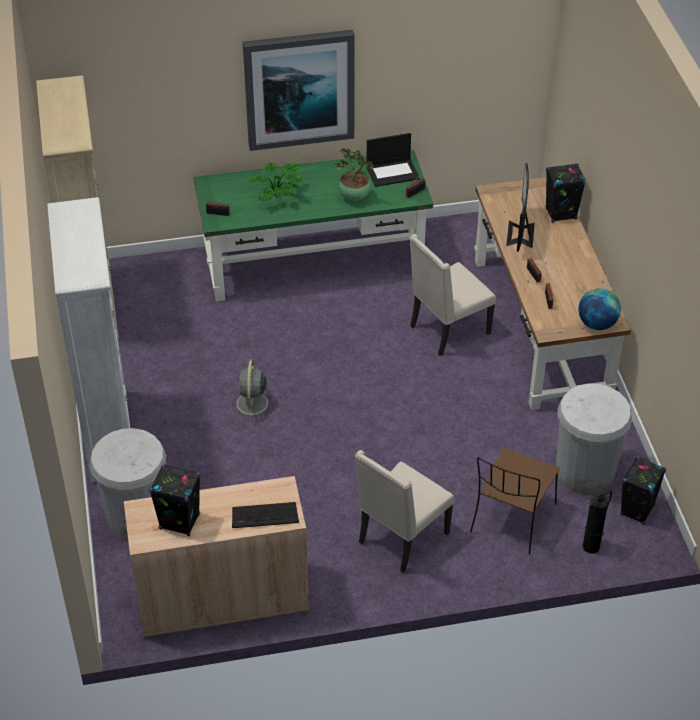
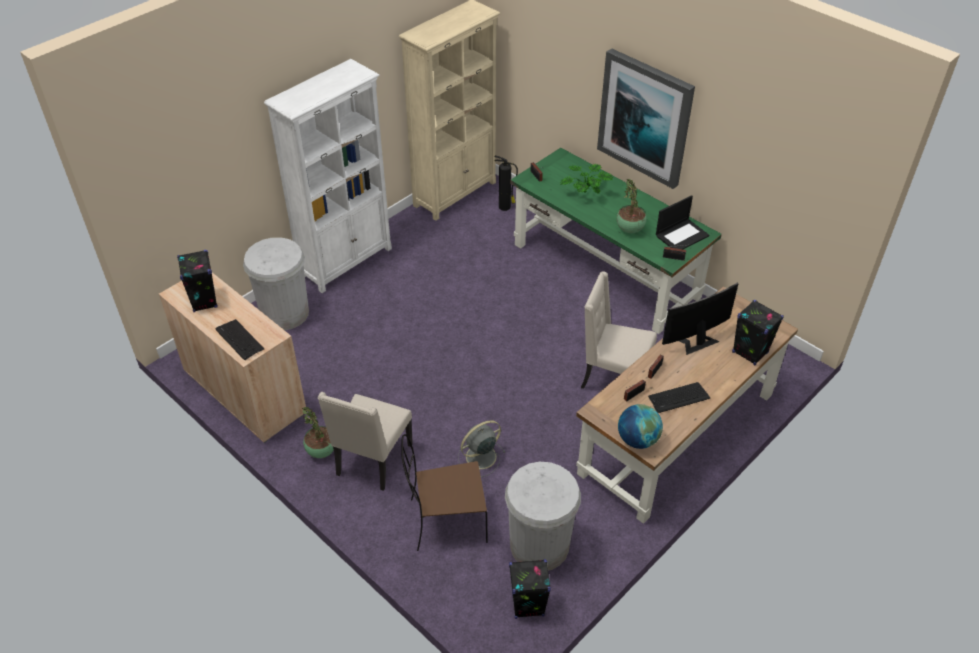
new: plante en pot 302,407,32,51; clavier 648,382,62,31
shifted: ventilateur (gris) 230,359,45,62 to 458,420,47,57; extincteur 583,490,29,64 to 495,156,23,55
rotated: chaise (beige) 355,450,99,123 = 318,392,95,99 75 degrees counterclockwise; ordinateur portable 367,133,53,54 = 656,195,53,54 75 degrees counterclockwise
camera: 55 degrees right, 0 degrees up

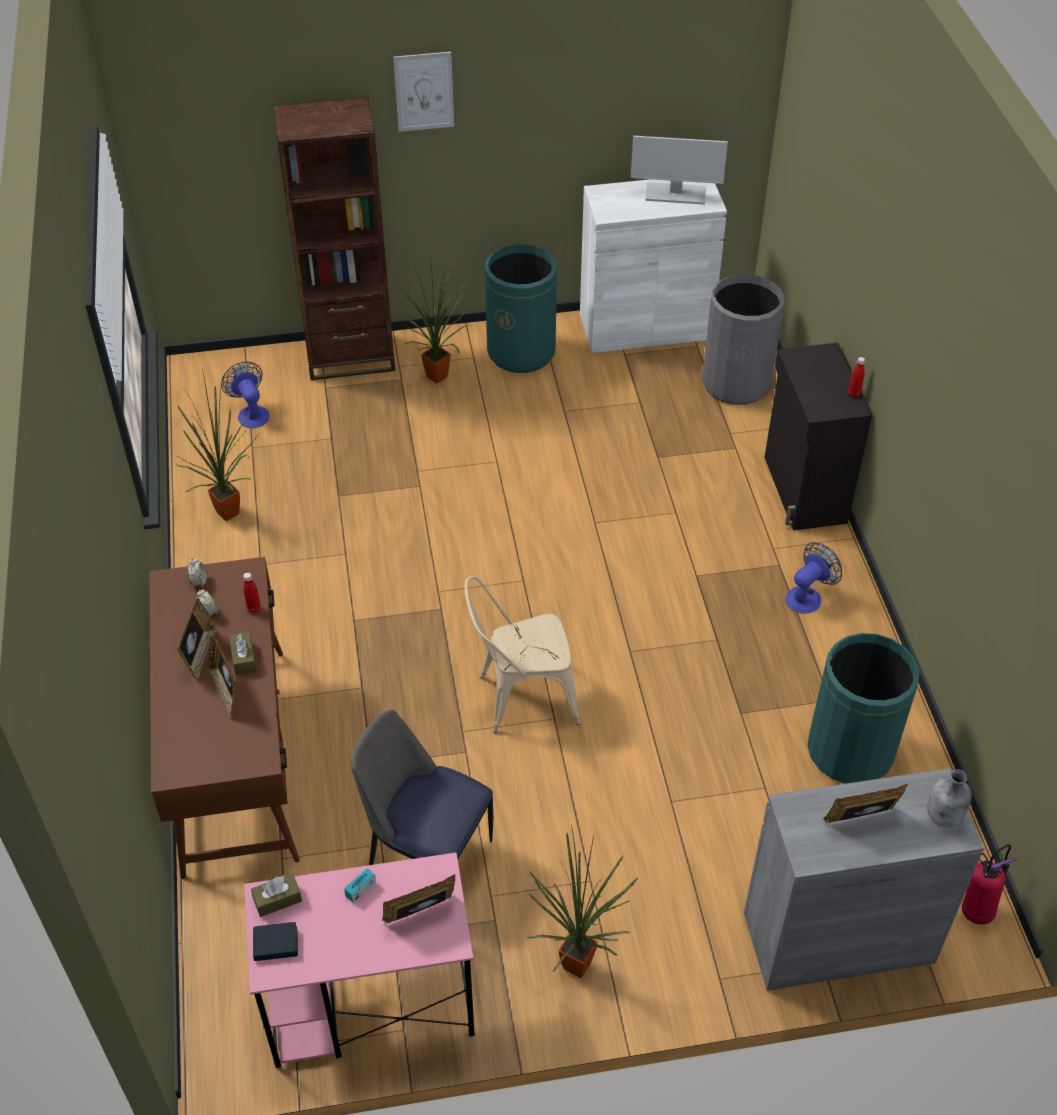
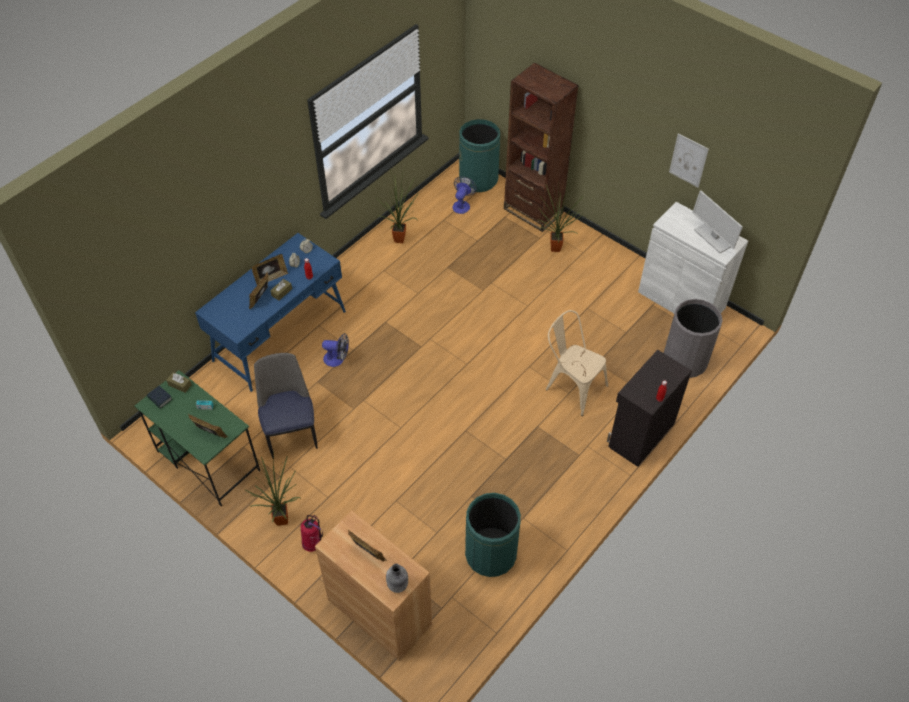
shifted: tableau 393,52,61,80 to 669,133,40,54; chaise (beige) 465,576,116,158 to 546,310,62,106; poubelle (vert) 485,244,72,129 to 459,119,41,73; ventilateur 786,542,56,72 to 322,333,27,34; extincteur 962,844,56,81 to 301,515,22,37
repainted: bureau (marron) 150,557,150,322 to bureau (bleu) 195,233,151,159; bureau (rose) 244,852,231,216 to bureau (vert) 134,370,126,136; meuble de rangement (gris) 744,768,240,223 to meuble de rangement (marron) 315,510,117,151
camera: 50 degrees right, 5 degrees up

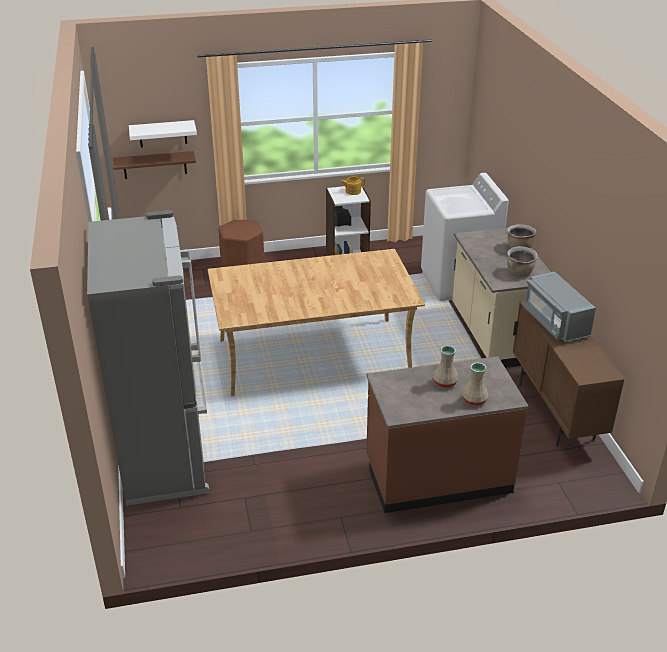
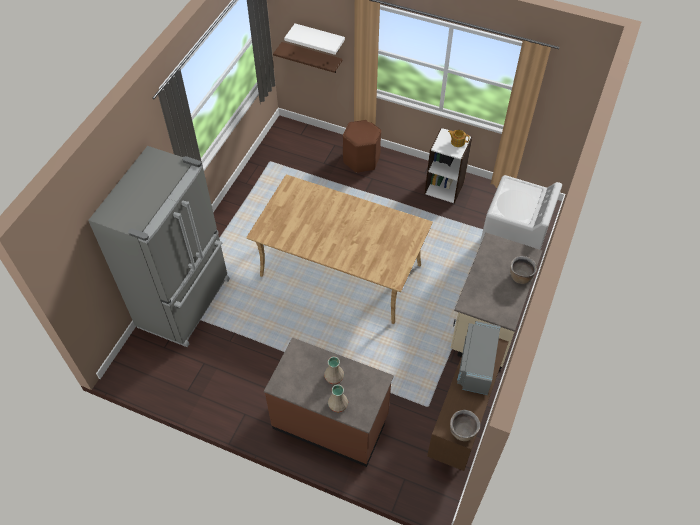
shifted: marmite (marron) 507,246,31,30 to 450,410,30,31
camera: 35 degrees right, 20 degrees up

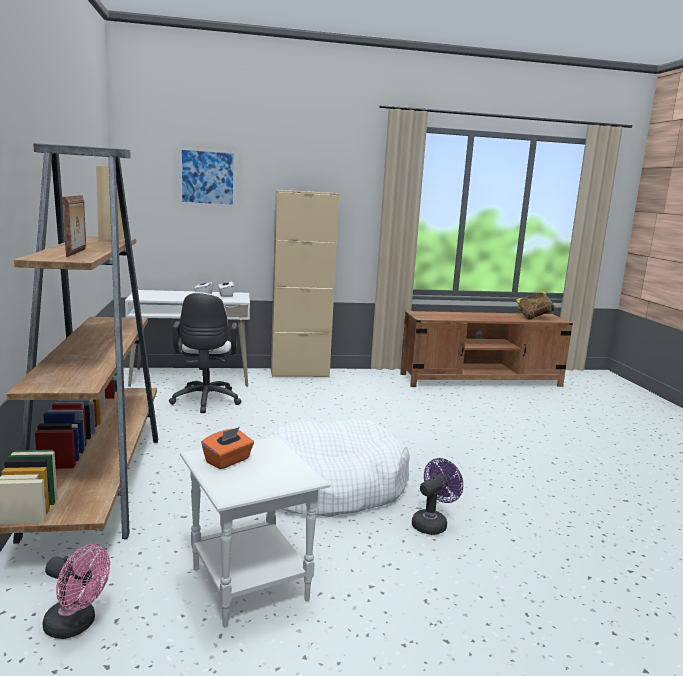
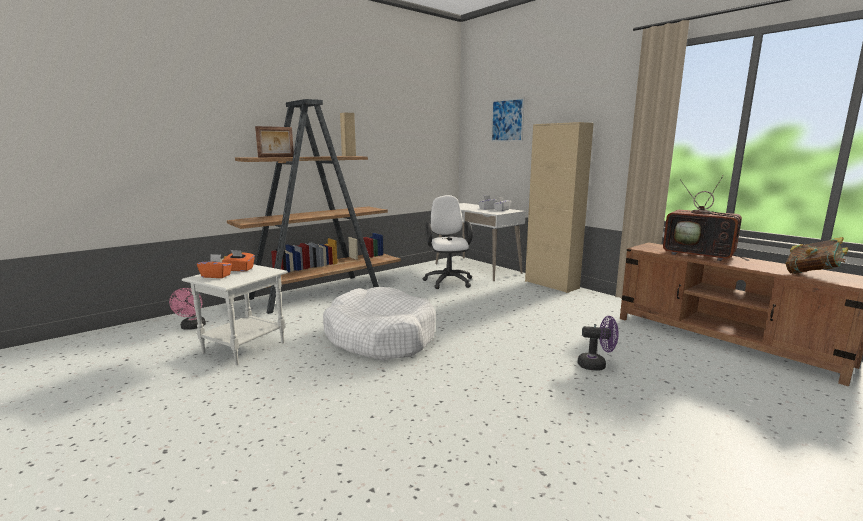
new: boîte à mouchoirs (orange) 197,254,35,24; téléviseur 663,175,86,86
shifted: ventilateur (violet) 412,458,51,77 to 578,316,40,55
rotated: chaise de bureau (blanc) 169,292,73,121 = 423,195,50,94 120 degrees clockwise
camera: 60 degrees right, 0 degrees up

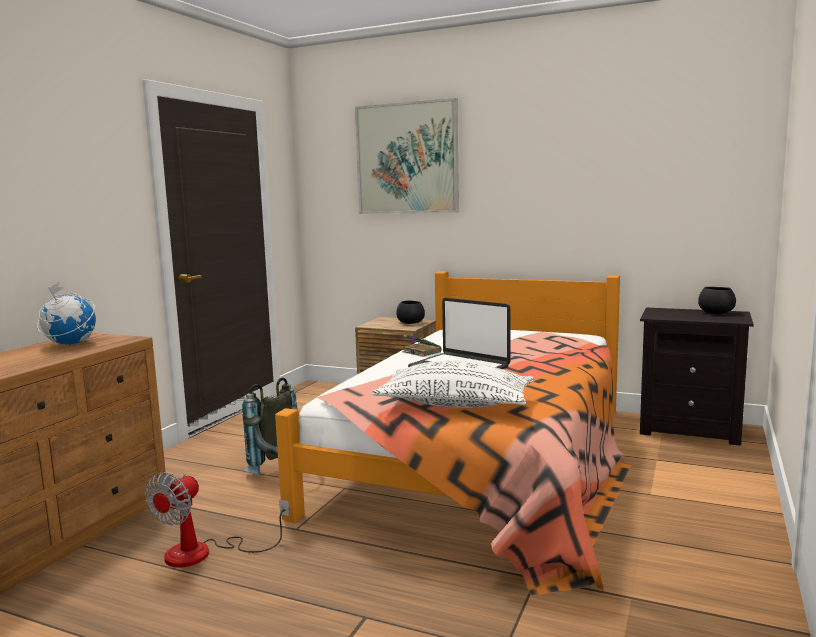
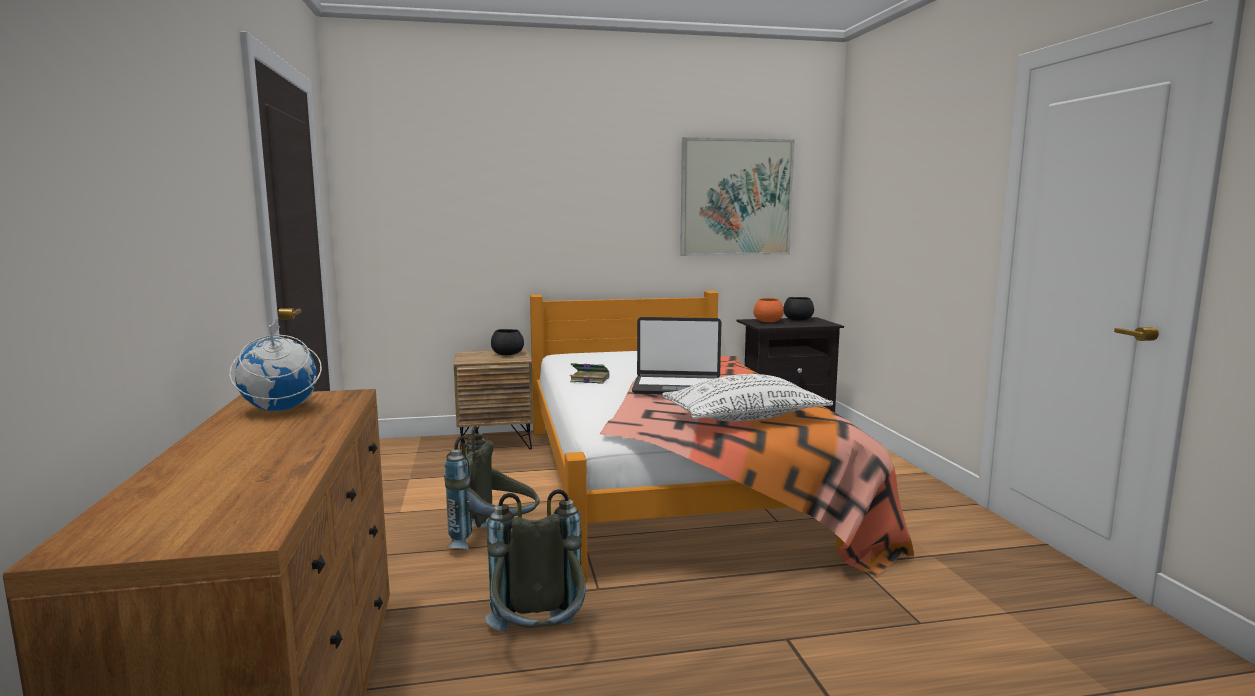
new: bol (orange) 754,298,30,24
shifted: tableau 355,98,104,116 to 680,137,114,119
swapped: ventilateur 145,472,145,95 to sac à dos (gris) 485,489,101,142
camera: 35 degrees left, 0 degrees up

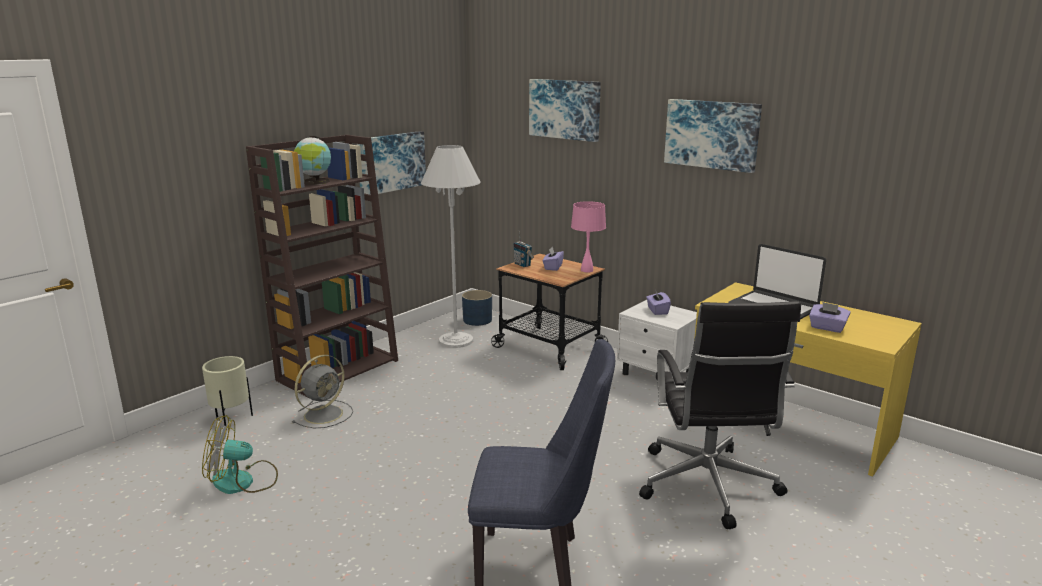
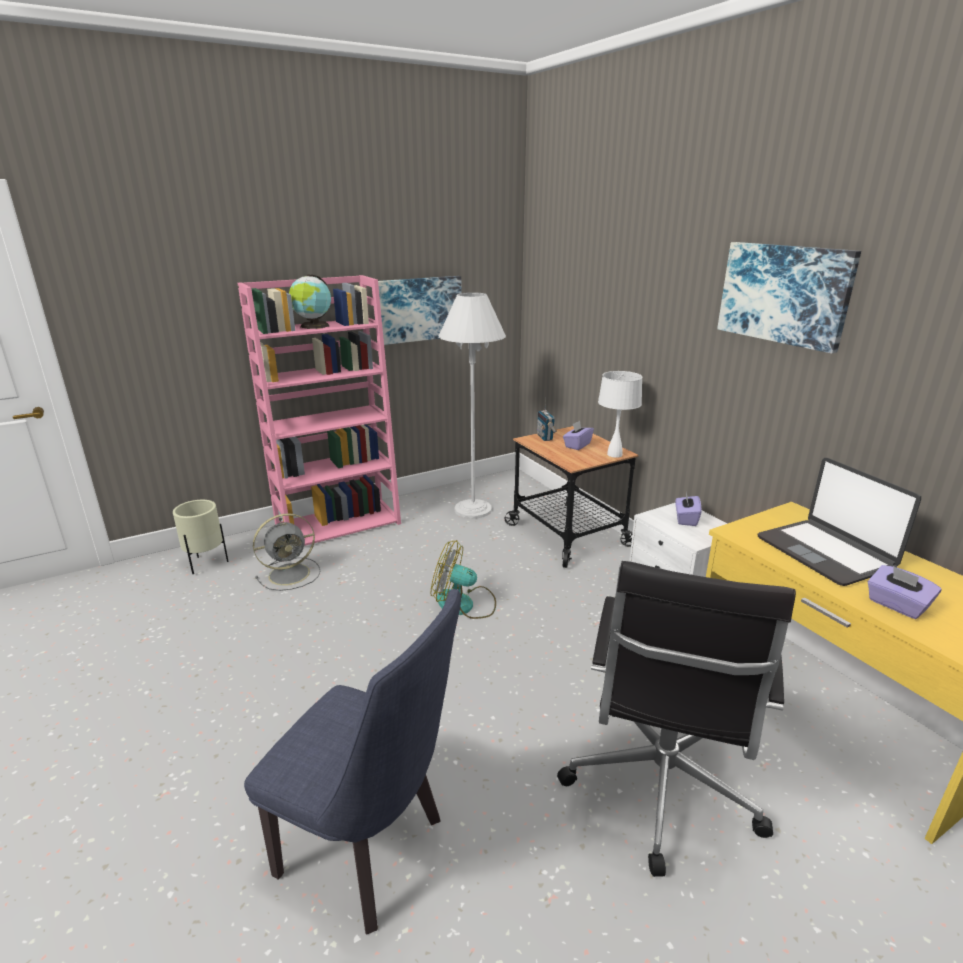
gone: cache-pot (bleu) 462,290,30,36; tableau 529,79,72,63
shifted: ventilateur 202,415,76,79 to 430,540,66,79
repainted: bibliothèque (marron) 246,135,152,262 to bibliothèque (rose) 238,275,163,271; lampe de table (rose) 571,201,35,72 to lampe de table (blanc) 598,371,44,87
camera: 20 degrees right, 5 degrees up

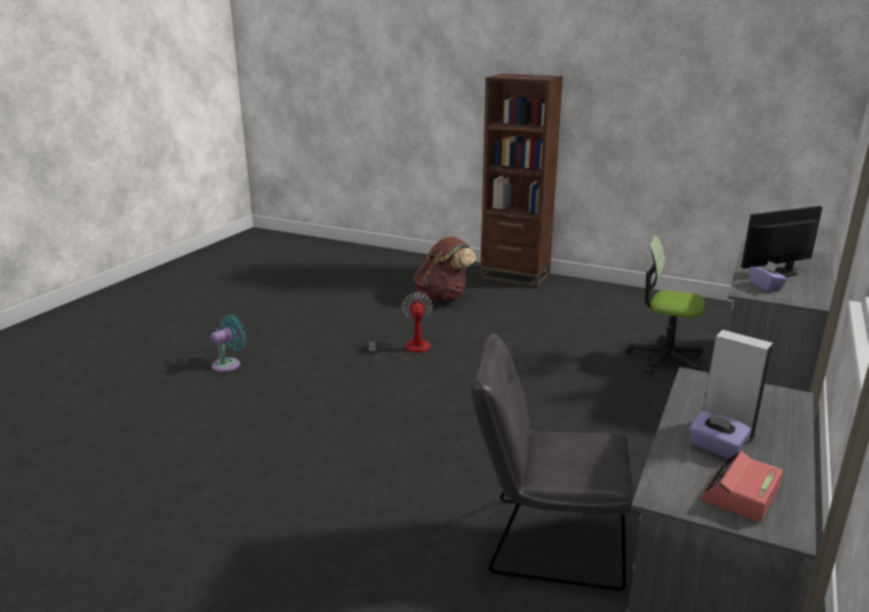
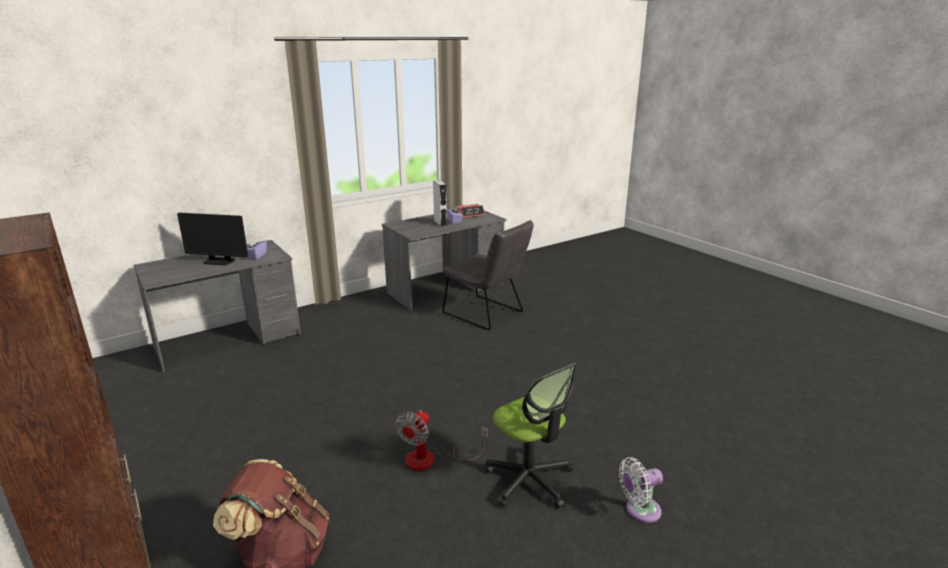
shifted: chaise de bureau 625,235,80,139 to 485,363,92,145
repainted: ventilateur (turquoise) 211,315,35,57 to ventilateur (blanc) 619,457,44,66
camera: 150 degrees left, 0 degrees up

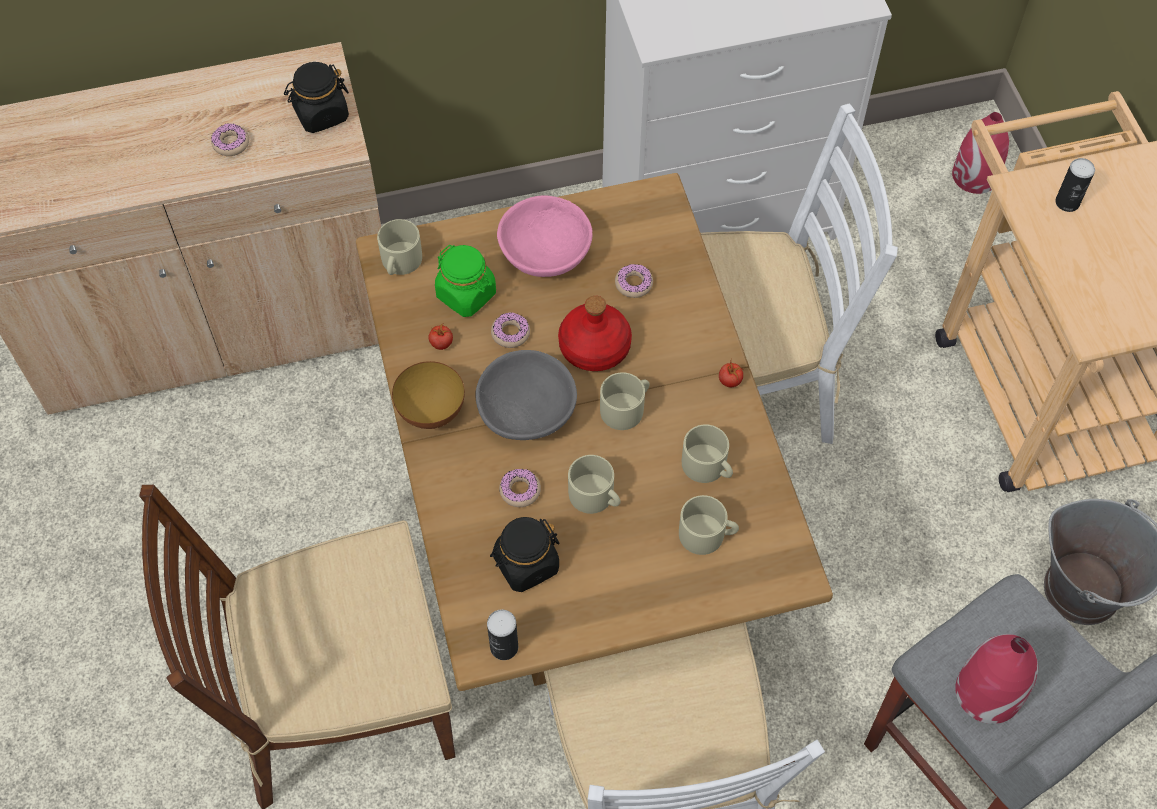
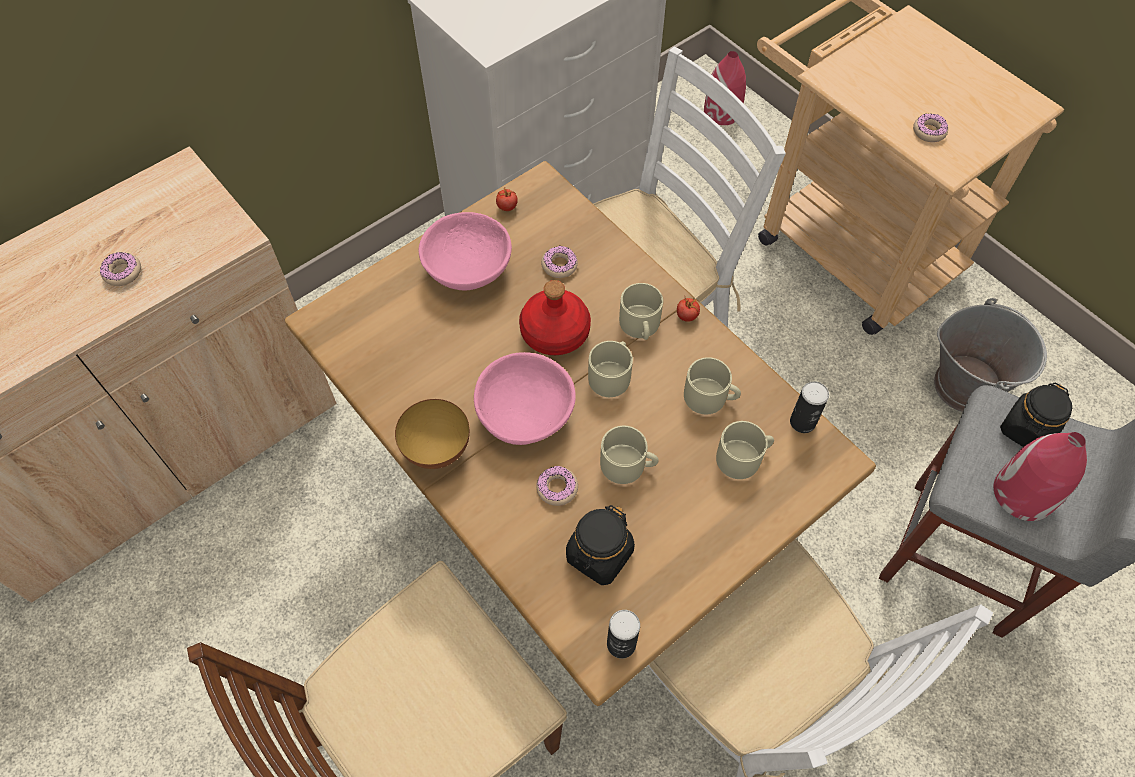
gone: bocal (vert) 435,245,61,72
shifted: bocal (noir) 284,62,65,71 to 1000,383,72,64; mug (beige) 377,219,45,56 to 619,283,44,57; tomate 428,323,25,27 to 496,187,22,24; beignet 491,312,39,36 to 913,113,35,29; boîte métallique 1055,158,40,54 to 790,381,39,52
repainted: bol (gris) 475,350,102,90 to bol (rose) 474,352,102,93
camera: 25 degrees left, 0 degrees up

